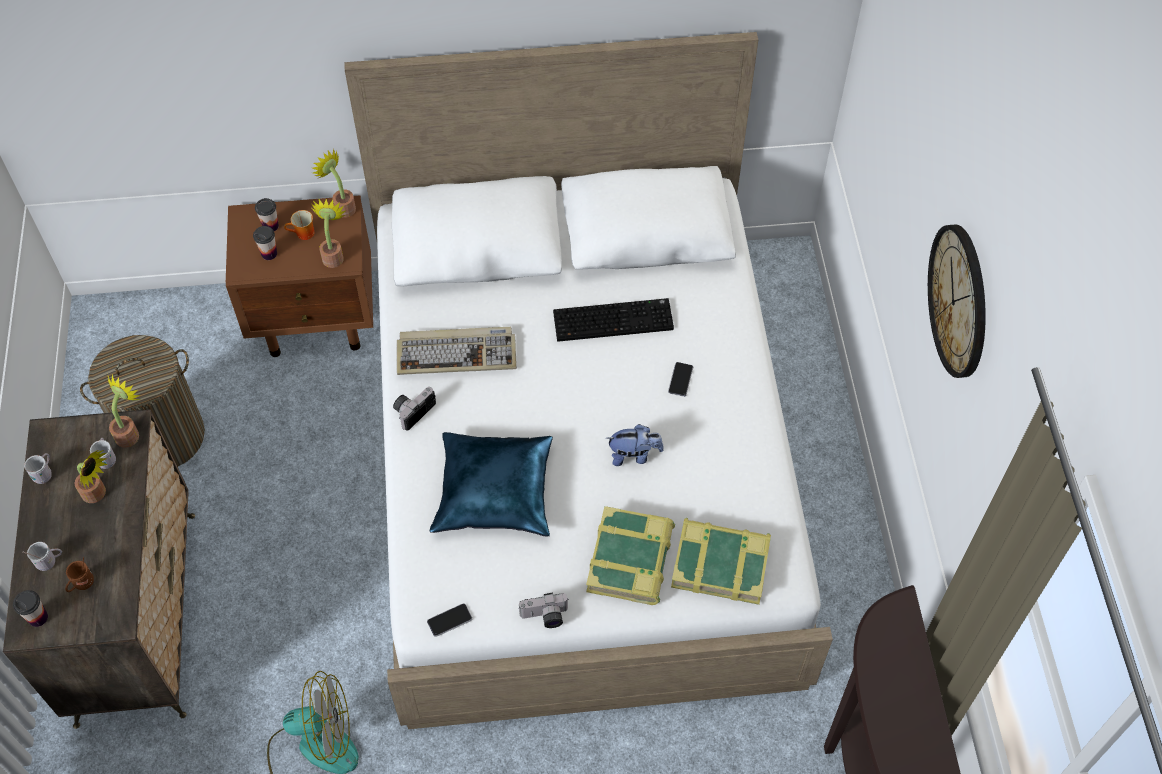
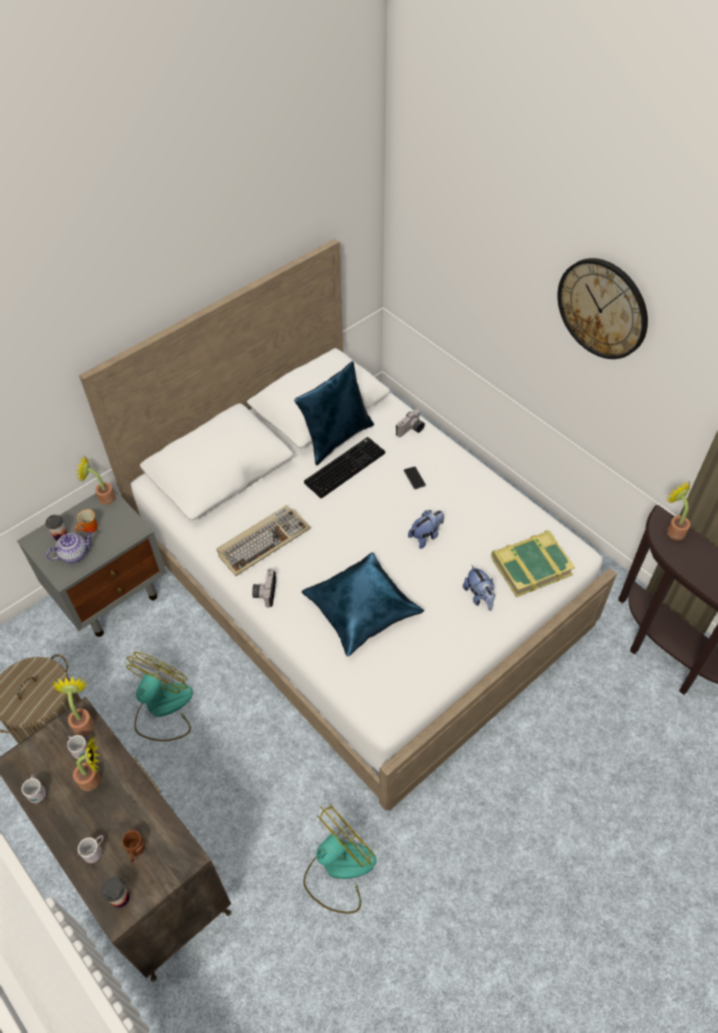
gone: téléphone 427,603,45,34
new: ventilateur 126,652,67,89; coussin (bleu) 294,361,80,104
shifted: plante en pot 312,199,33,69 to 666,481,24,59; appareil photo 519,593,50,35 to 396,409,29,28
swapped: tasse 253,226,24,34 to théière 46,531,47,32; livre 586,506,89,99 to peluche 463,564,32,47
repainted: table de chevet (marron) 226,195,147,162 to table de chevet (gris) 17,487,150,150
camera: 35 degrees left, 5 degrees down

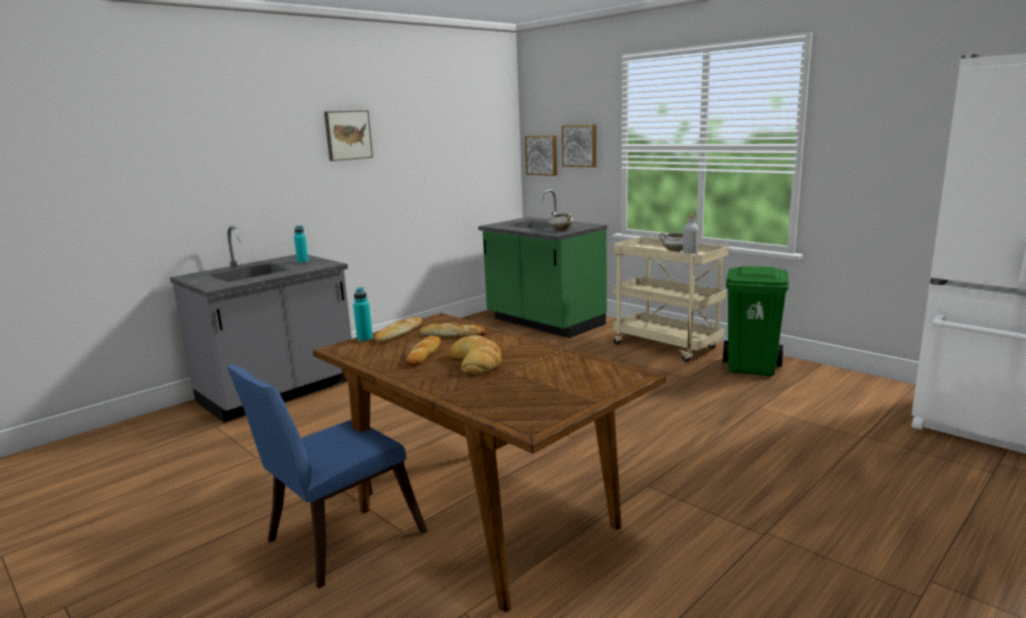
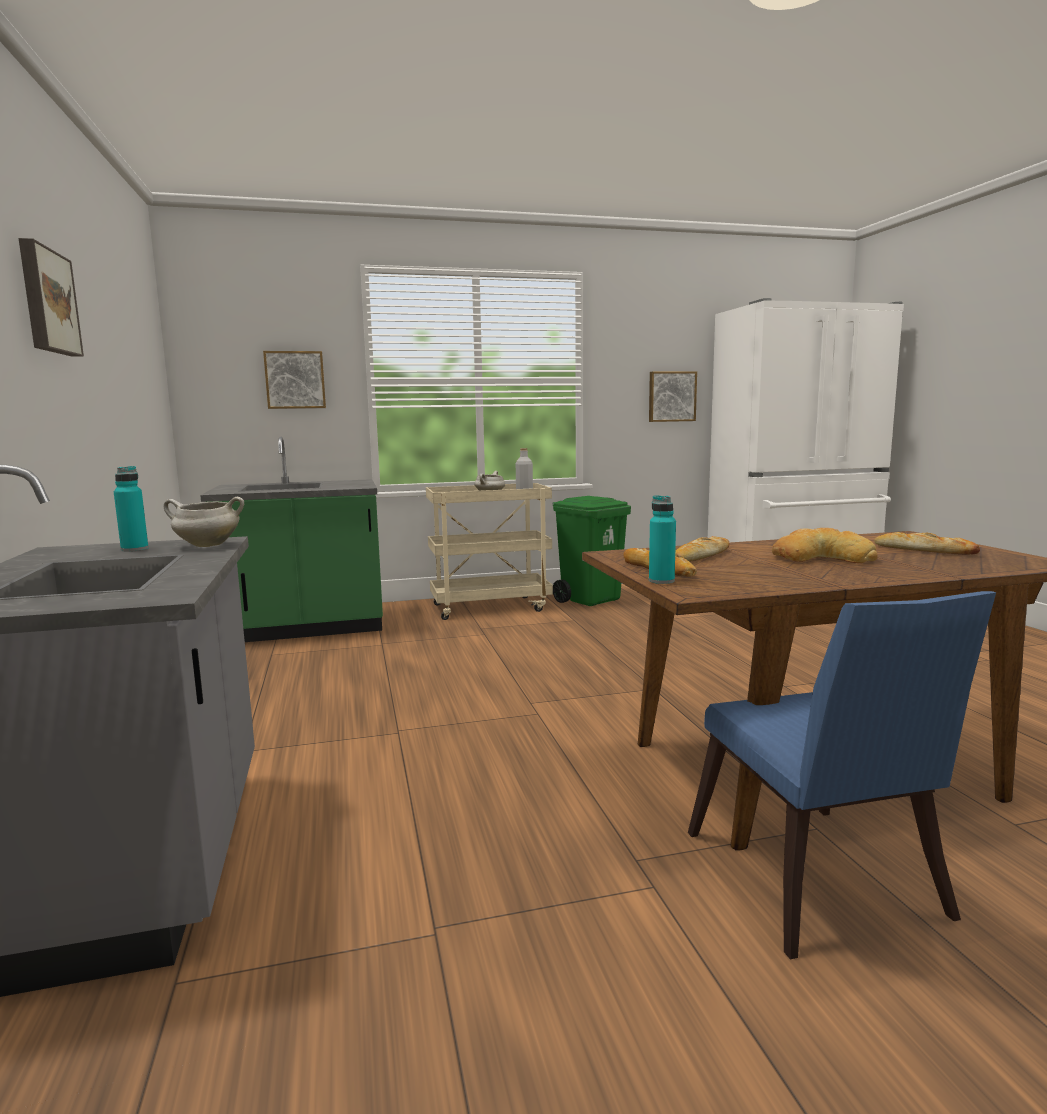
shifted: pain 406,336,35,30 to 874,532,106,23; tableau 525,135,32,41 to 649,372,48,50; marmite (blanc) 549,211,24,20 to 163,497,81,50
camera: 60 degrees left, 5 degrees down

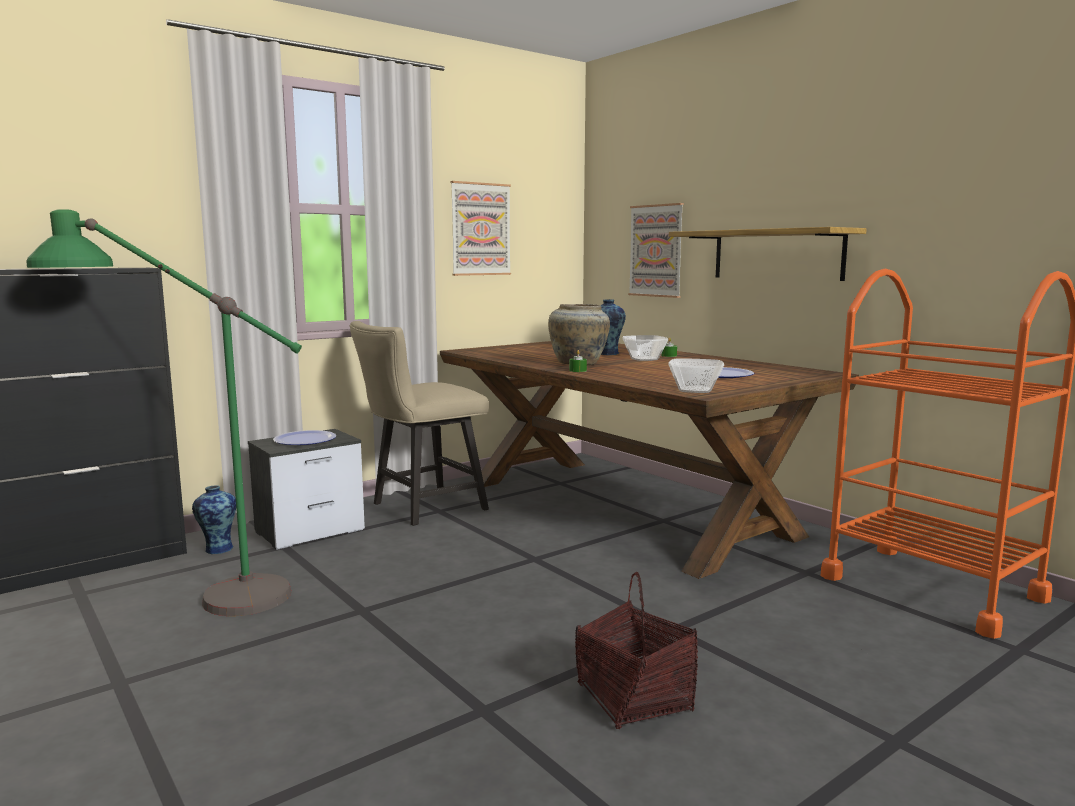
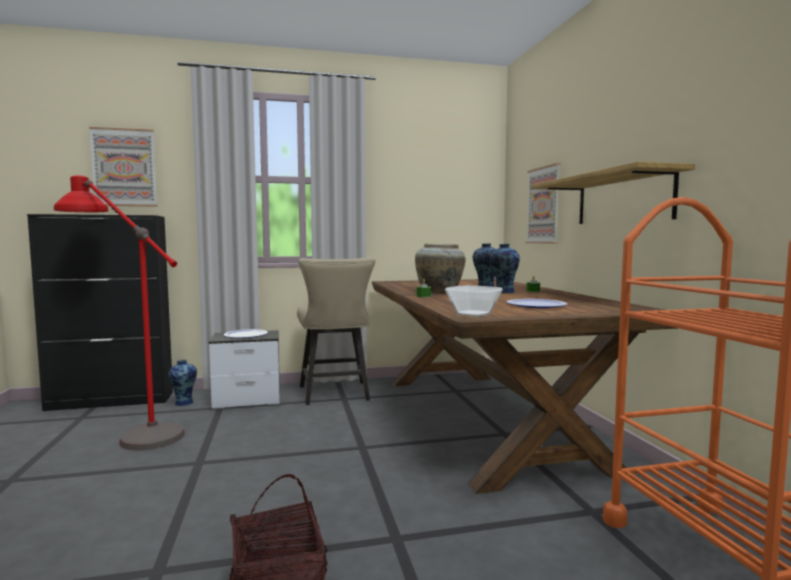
shifted: tableau 451,181,60,95 to 89,127,68,80
swapped: bol 622,335,46,26 to vase 490,244,30,49
repainted: lampadaire (vert) 26,209,276,407 to lampadaire (rouge) 54,175,131,275
rotated: chaise (beige) 349,321,140,205 = 297,258,79,147 90 degrees counterclockwise
camera: 25 degrees right, 5 degrees down

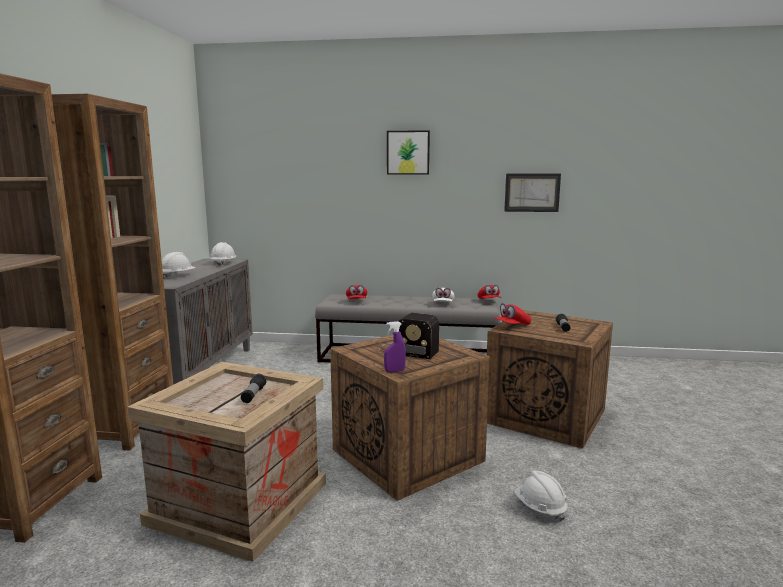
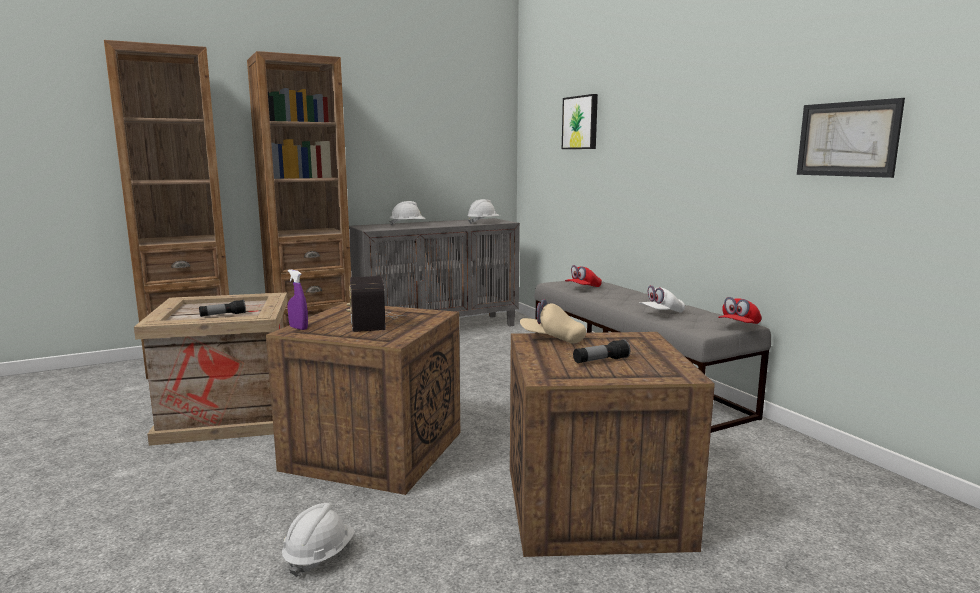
shifted: tableau 387,130,43,45 to 562,94,36,55
repainted: casquette (rouge) 494,303,37,22 to casquette (beige) 520,299,66,45
camera: 55 degrees right, 0 degrees up

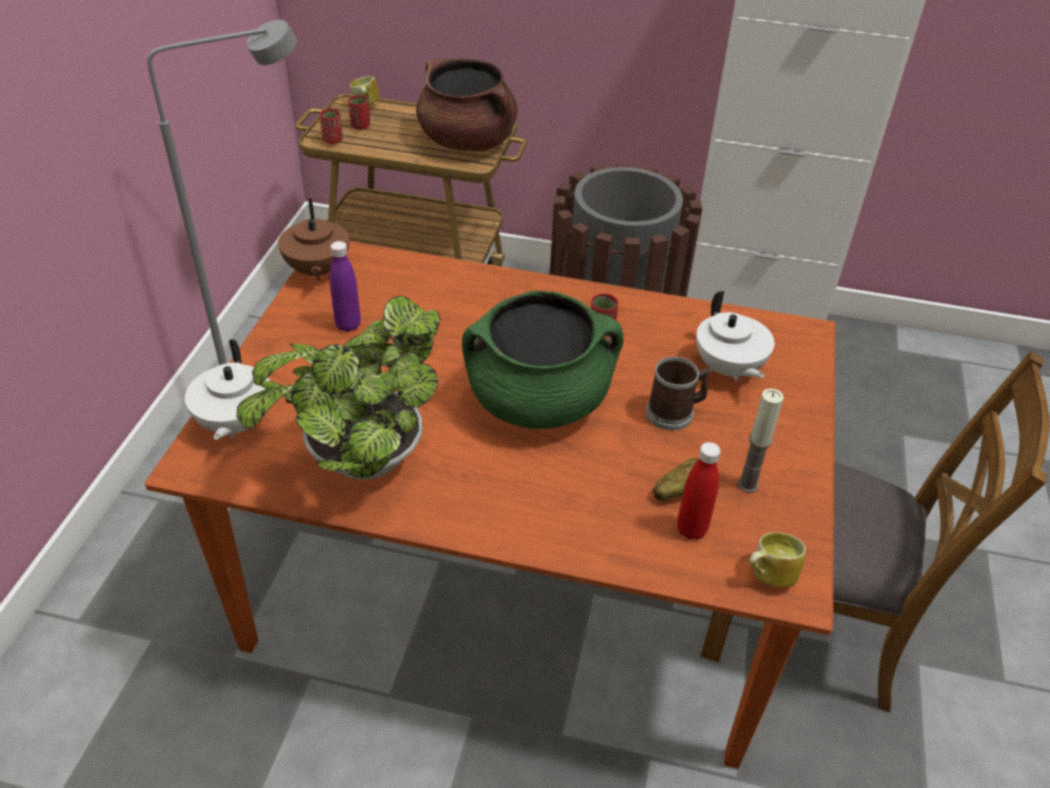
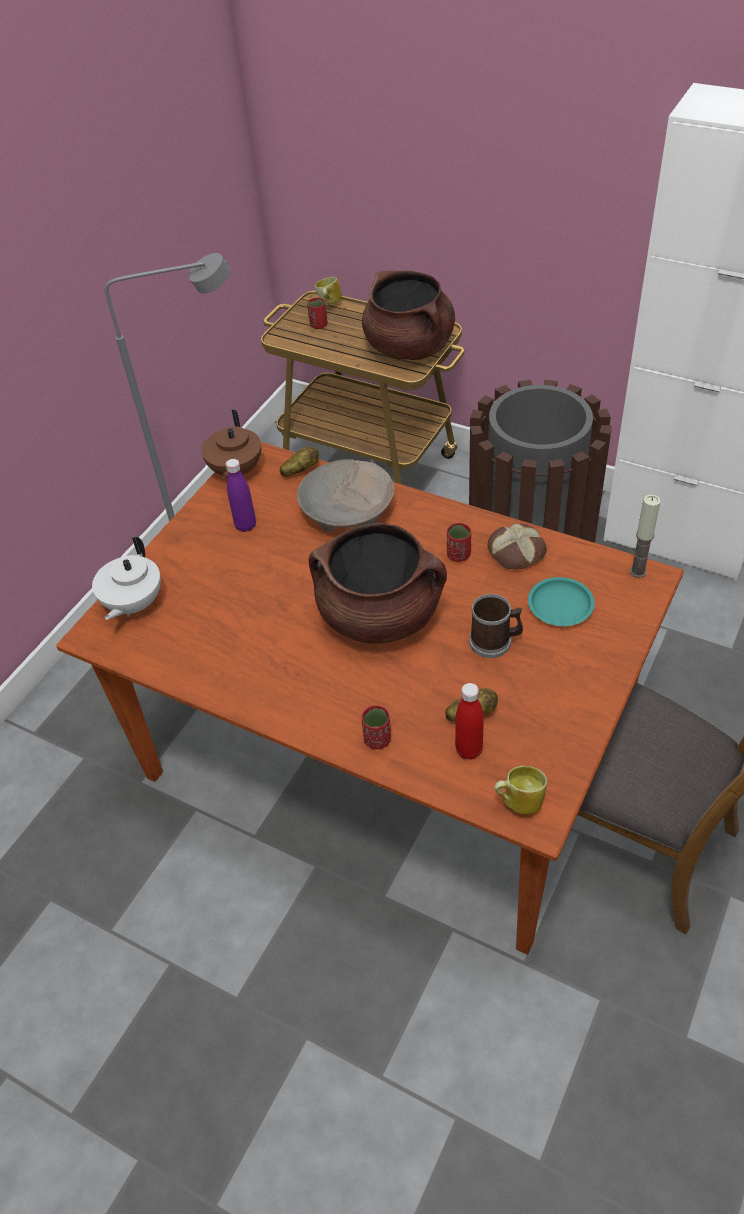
gone: plante en pot 236,296,205,184
new: pomme de terre 280,446,39,31; bol (beige) 297,459,97,73; pain 488,523,59,46
shifted: tasse (rouge) 320,109,23,35 to 361,705,30,44; bougie 737,388,47,105 to 629,494,32,84
swapped: théière (blanc) 696,291,79,90 to assiette (turquoise) 528,577,67,49
repainted: marmite (vert) 462,291,162,138 to marmite (marron) 308,523,139,121
camera: 20 degrees right, 5 degrees up

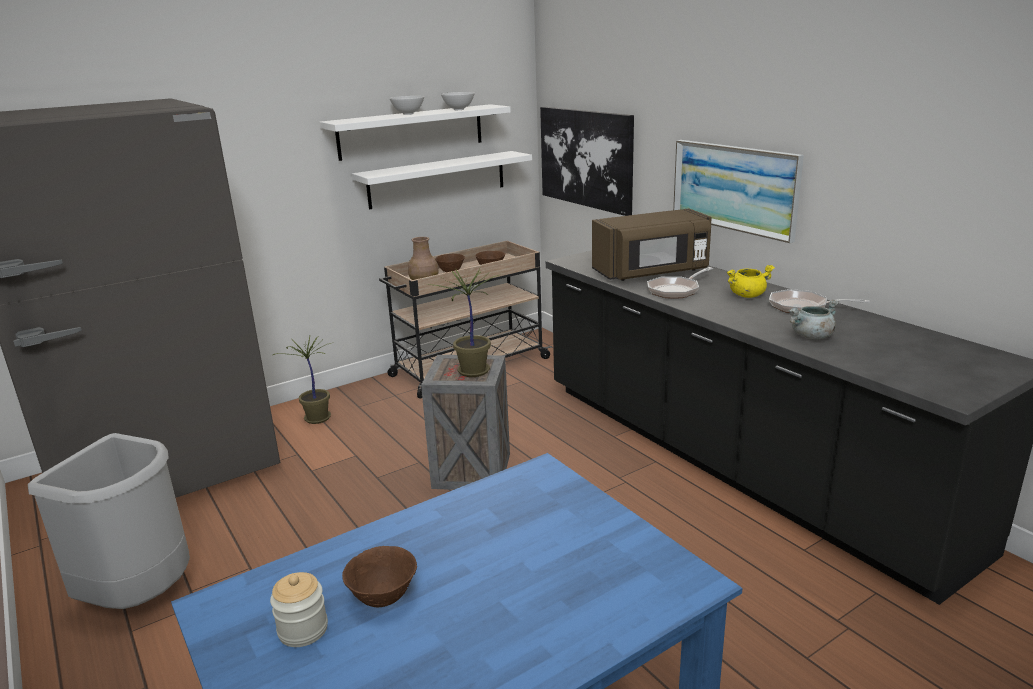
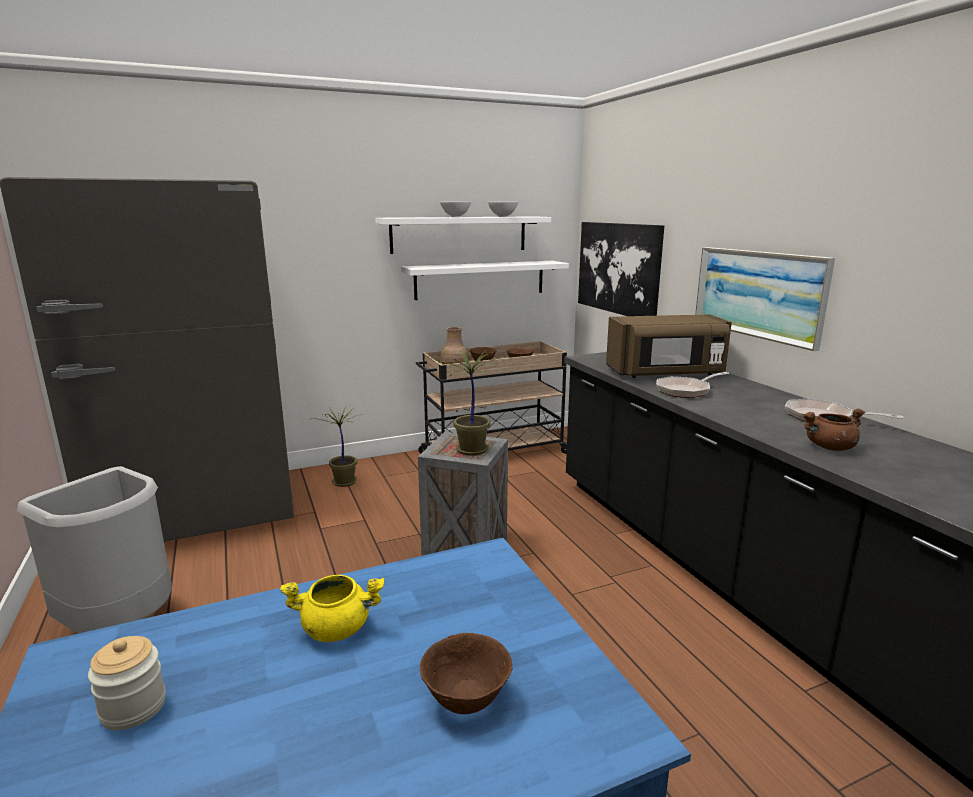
shifted: bol (marron) 342,546,75,61 to 420,633,93,81; marmite (jaune) 726,265,49,33 to 280,575,104,67
repainted: marmite (gris) 788,300,51,39 to marmite (marron) 803,408,62,43
camera: 10 degrees right, 5 degrees down

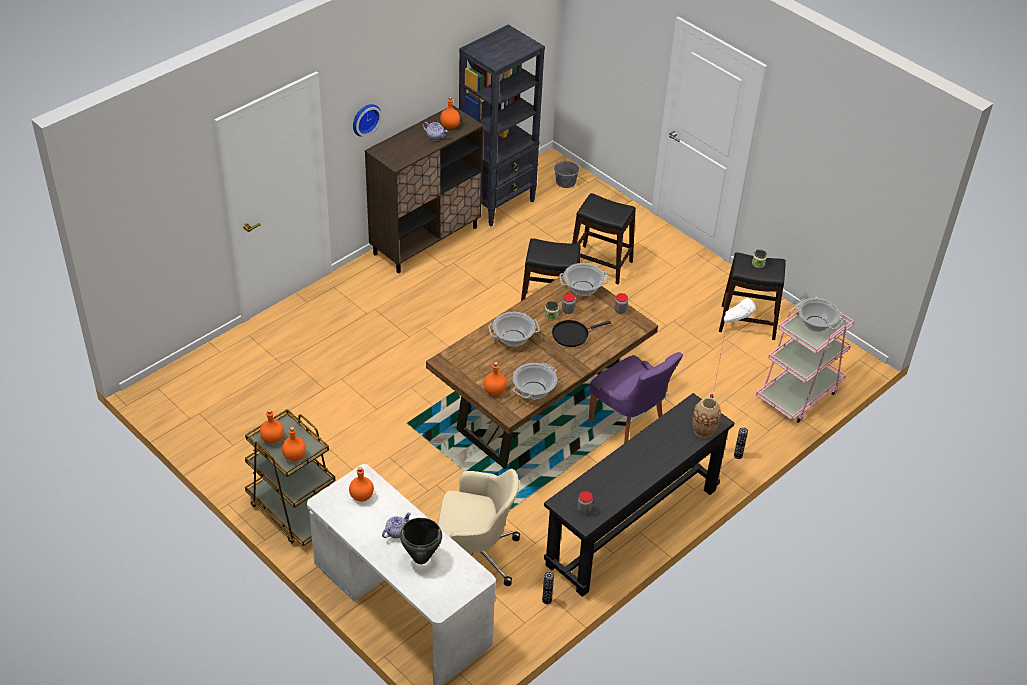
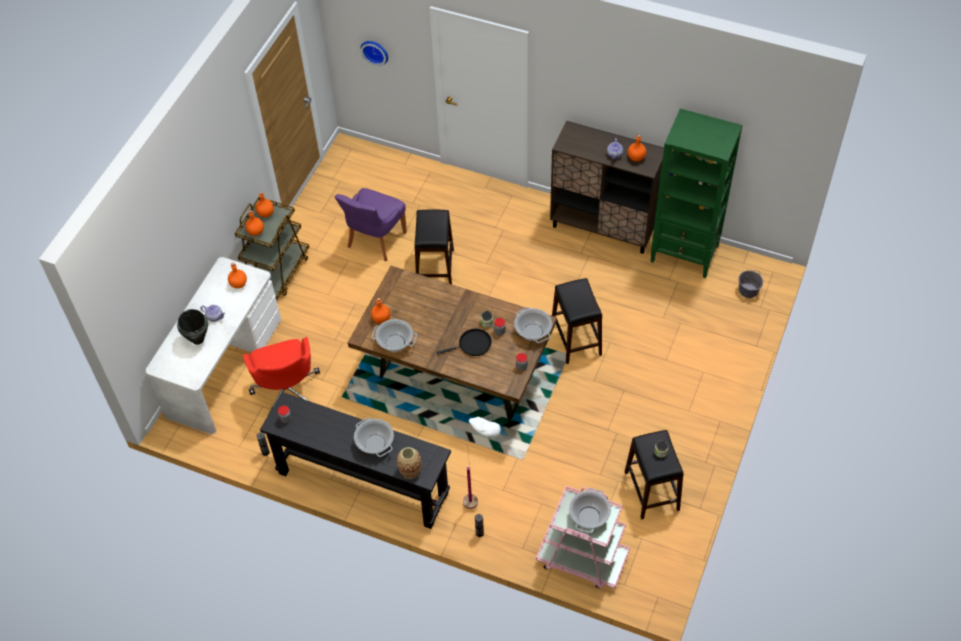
shifted: horloge murale 353,104,29,33 to 361,41,27,25; marmite 488,312,52,34 to 354,418,40,39; tabouret (noir) 572,193,64,91 to 414,210,40,74; chaise (violet) 589,352,94,91 to 335,188,72,73
repainted: chaise de bureau (beige) 438,469,82,117 to chaise de bureau (rouge) 243,337,77,78; bibliothèque (noir) 459,24,86,202 to bibliothèque (vert) 651,108,92,170
rotated: poêle (noir) 552,320,59,27 = 437,329,55,27 120 degrees clockwise
camera: 70 degrees right, 10 degrees up

